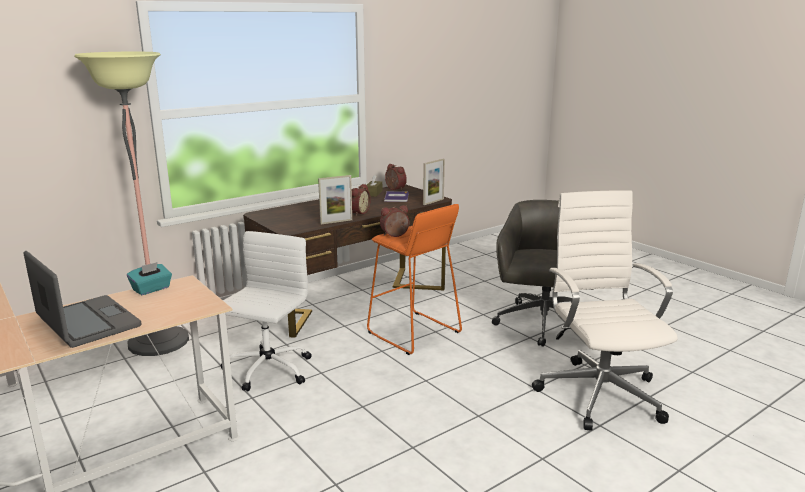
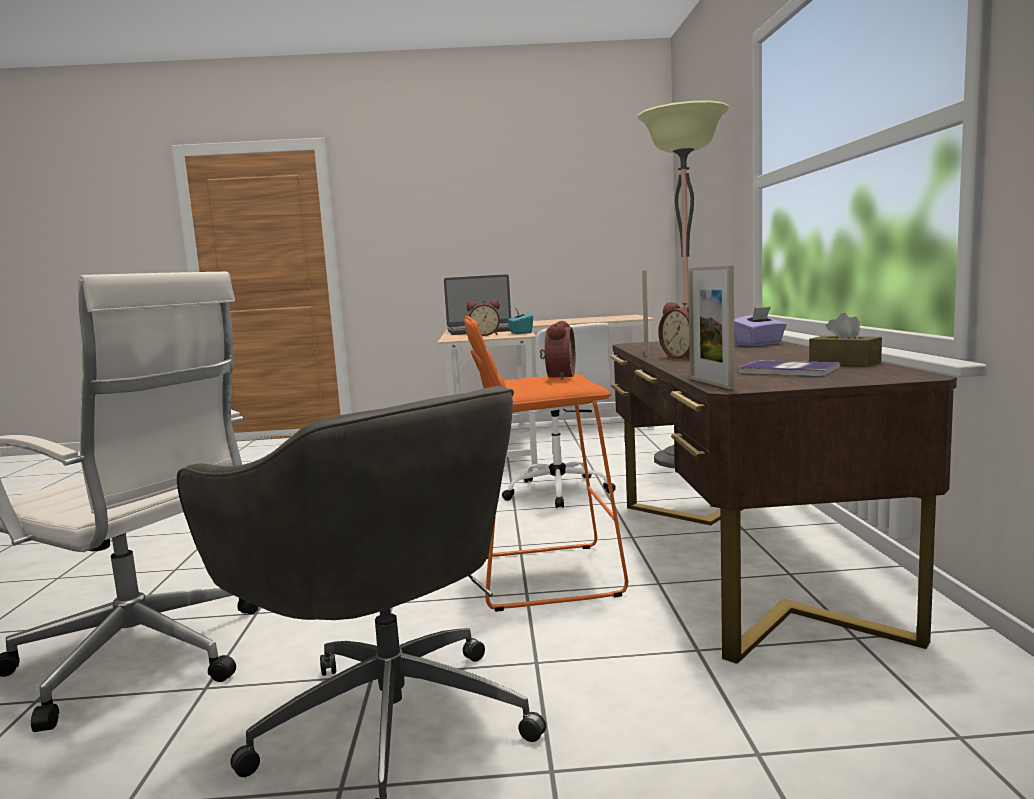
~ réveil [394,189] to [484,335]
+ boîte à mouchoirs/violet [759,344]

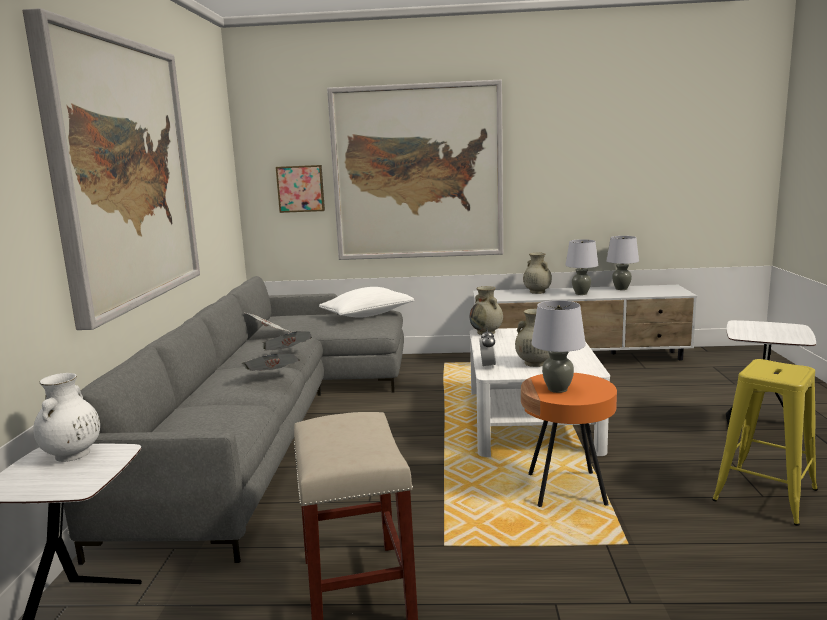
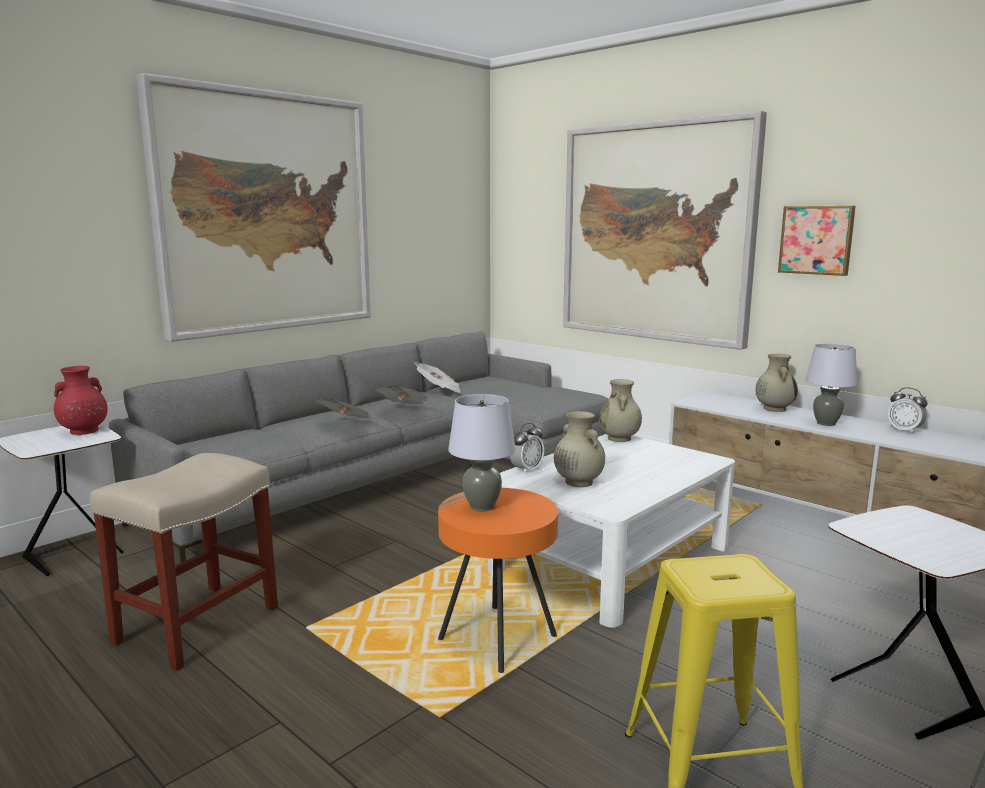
~ vase/blanc [72,455] to vase/rouge [83,431]
~ tableau [301,188] to [816,240]
~ lampe de table/gris [621,289] to réveil [904,431]
- coussin/blanc [367,315]

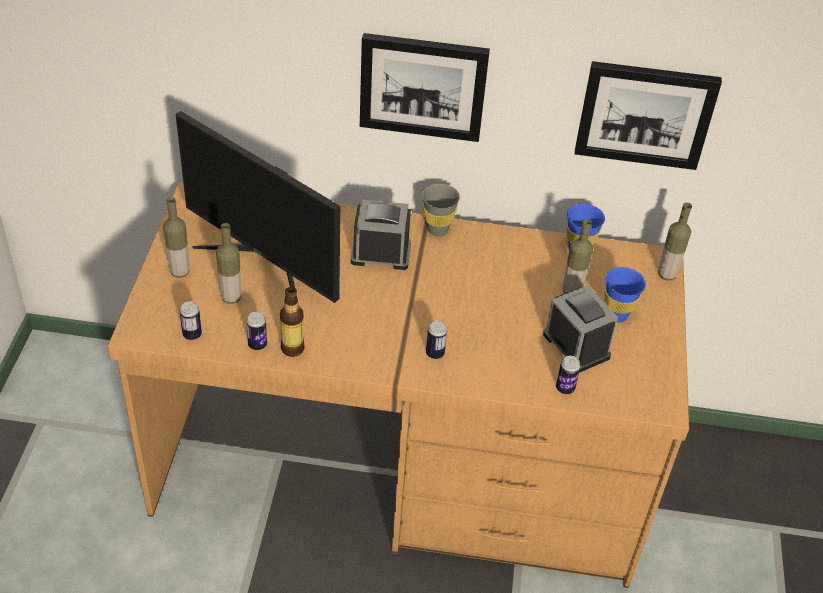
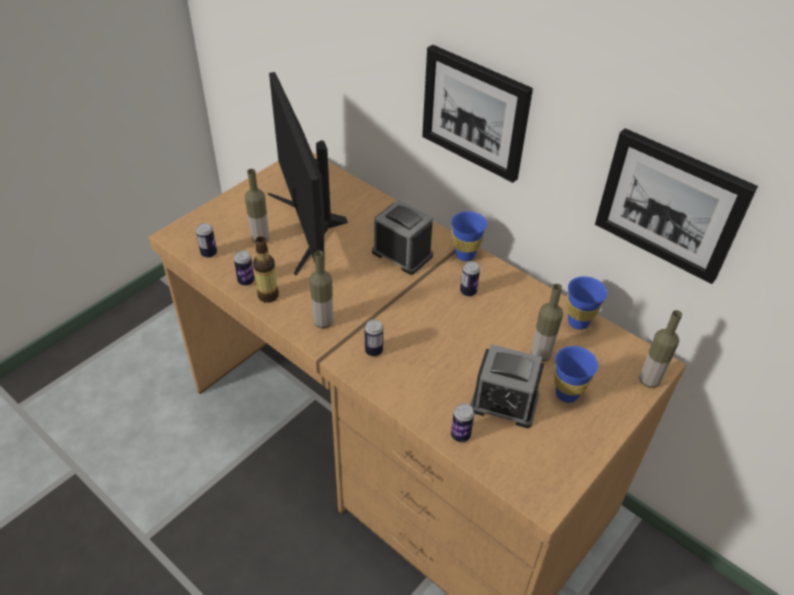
~ bouteille [180,272] to [323,322]
~ tasse/gris [437,230] to tasse/bleu [465,255]
+ boîte métallique [468,292]
~ réveil [576,345] = [504,403] 105 degrees clockwise

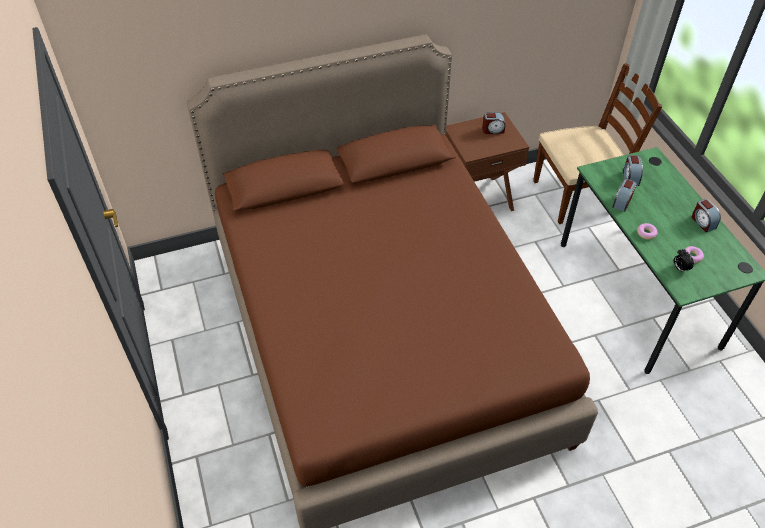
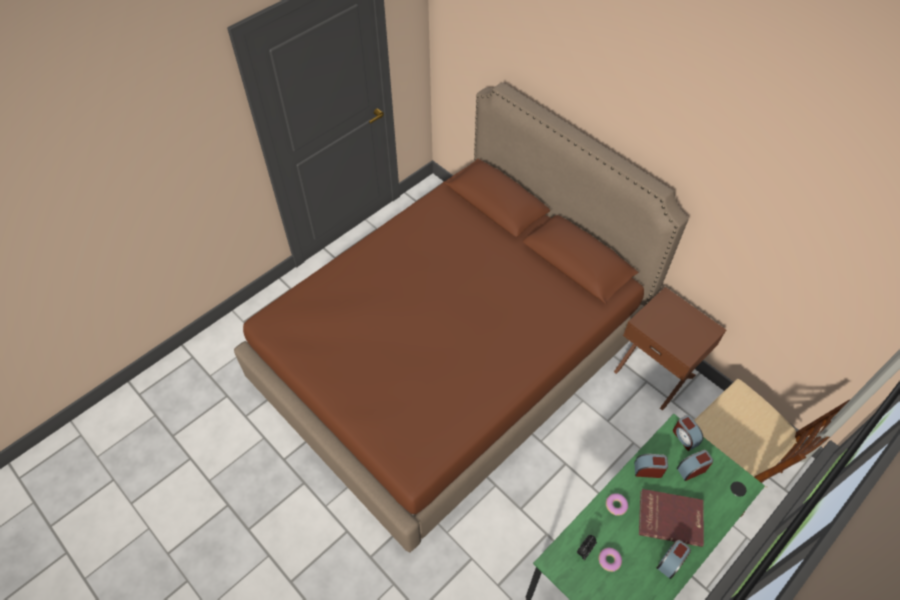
+ livre/rouge [670,517]
~ réveil [493,130] to [685,437]

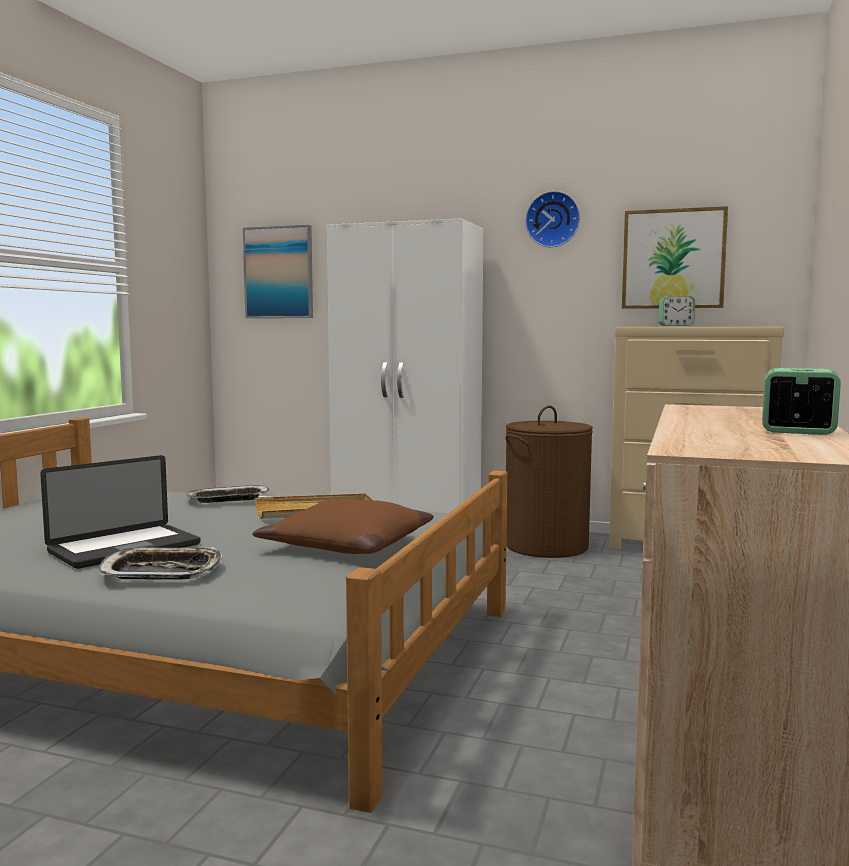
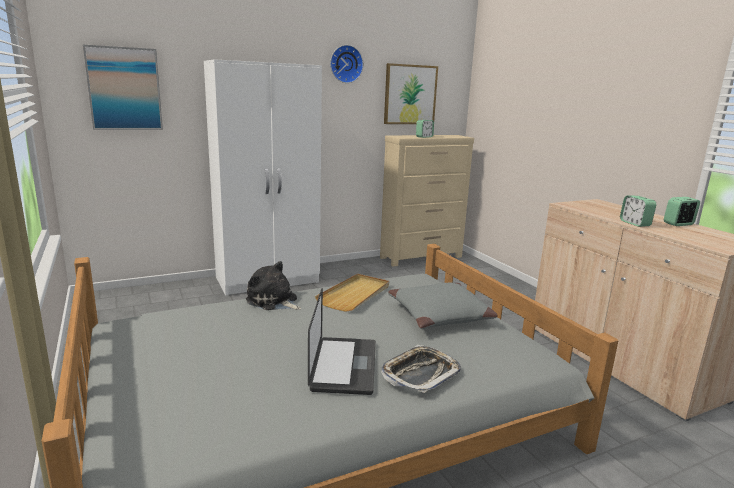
~ plateau [228,500] to peluche [273,301]
~ coussin/marron [346,545] to coussin/gris [440,315]
+ réveil [635,223]
- panier à linge/marron [546,546]

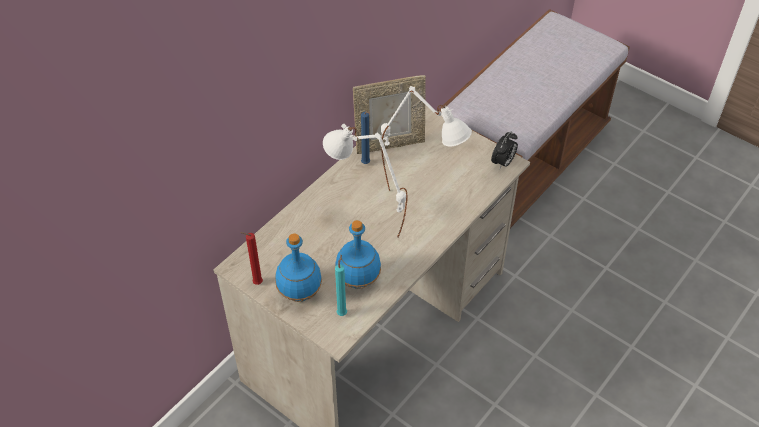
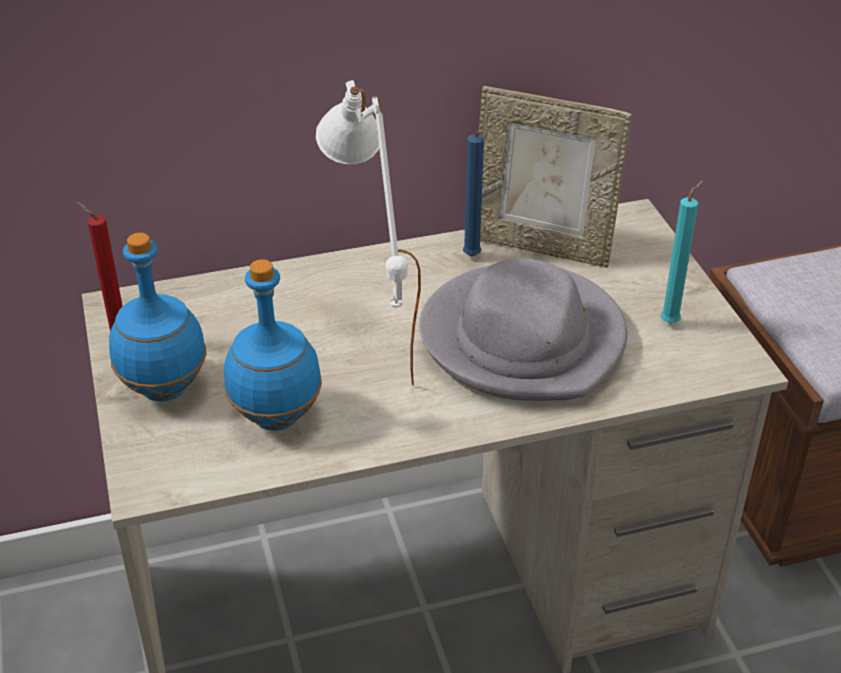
~ lampe de table/blanc [421,193] to chapeau/gris [524,339]
~ bougie/turquoise [342,312] to [672,322]
- réveil [503,163]

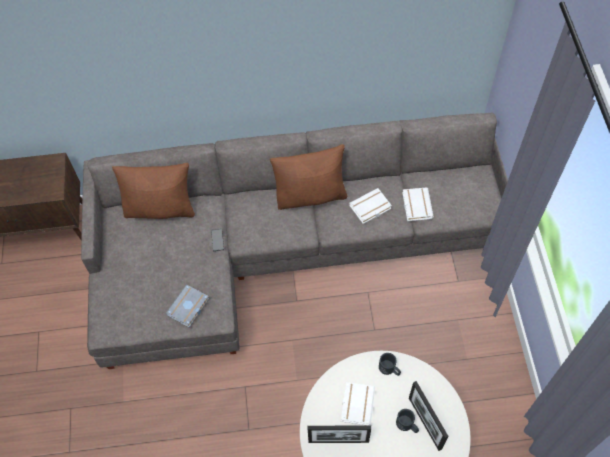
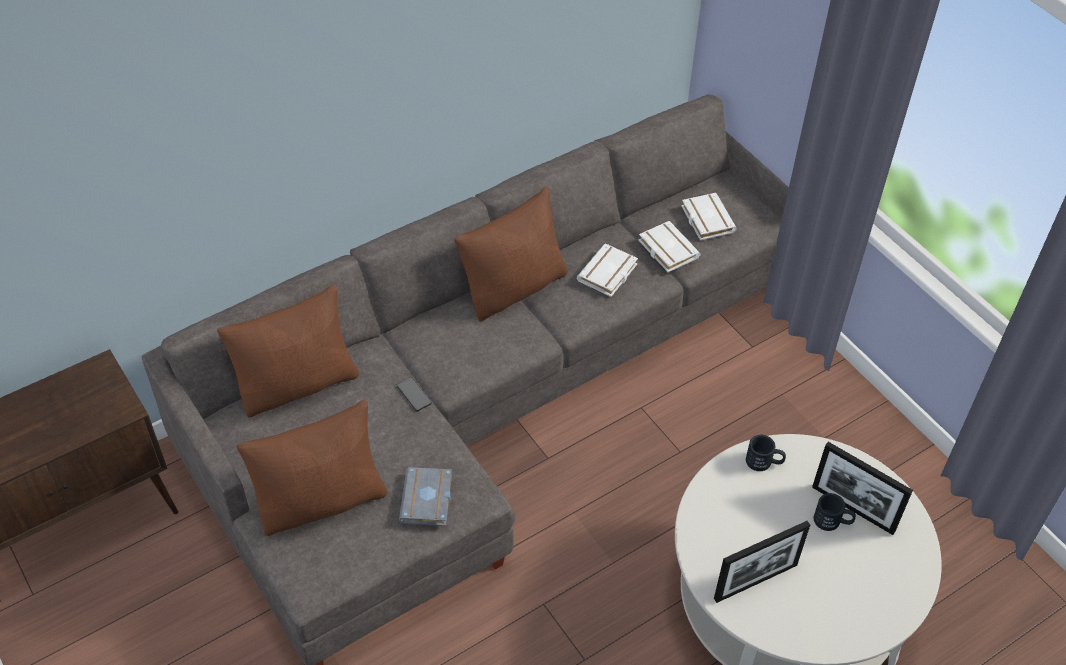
+ coussin/marron [322,500]
~ livre/blanc [356,404] to [705,219]

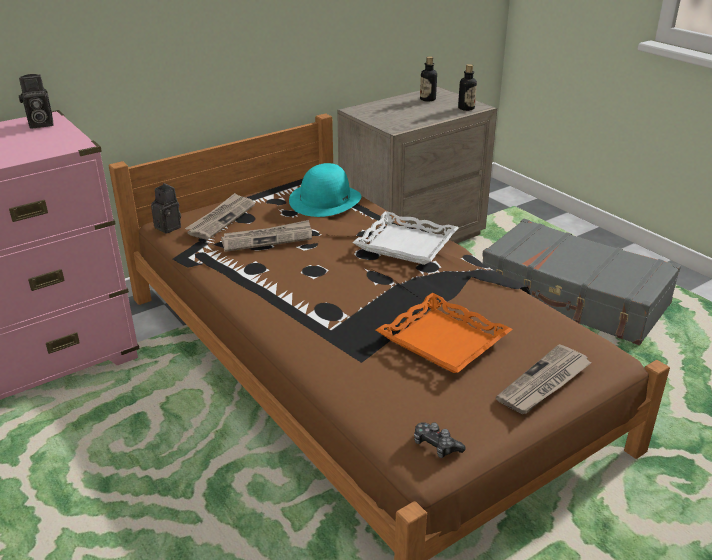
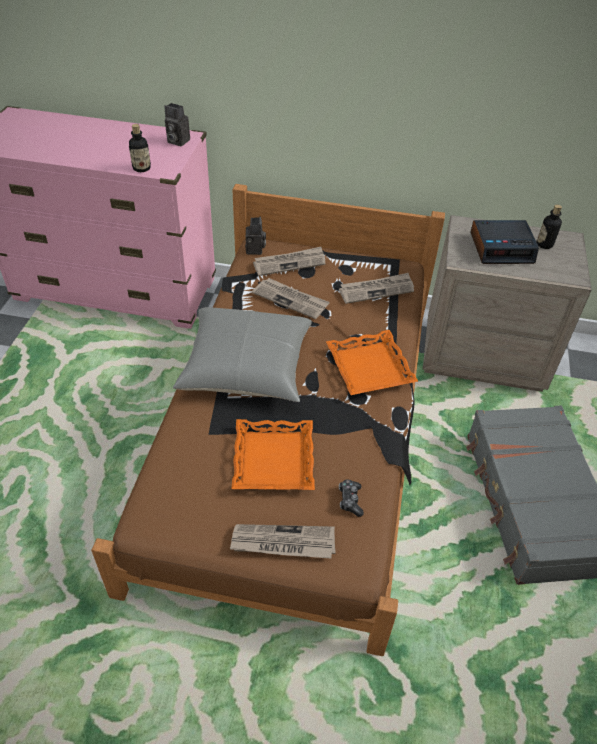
~ bouteille [466,108] to [141,168]
+ coussin/gris [246,367]
~ plateau/blanc [405,245] to plateau/orange [369,368]
~ chapeau/turquoise [325,200] to journal [376,290]
~ manette [436,445] to [350,500]
+ réveil [502,248]

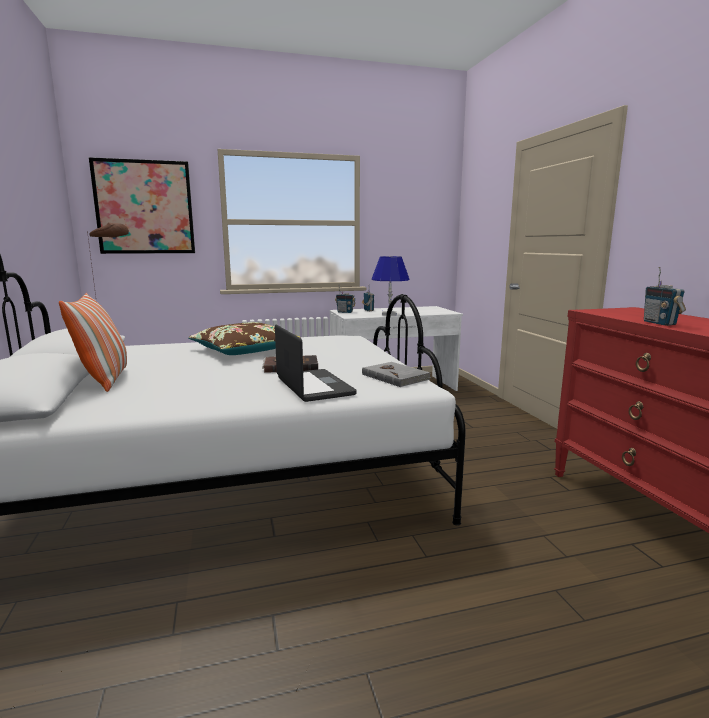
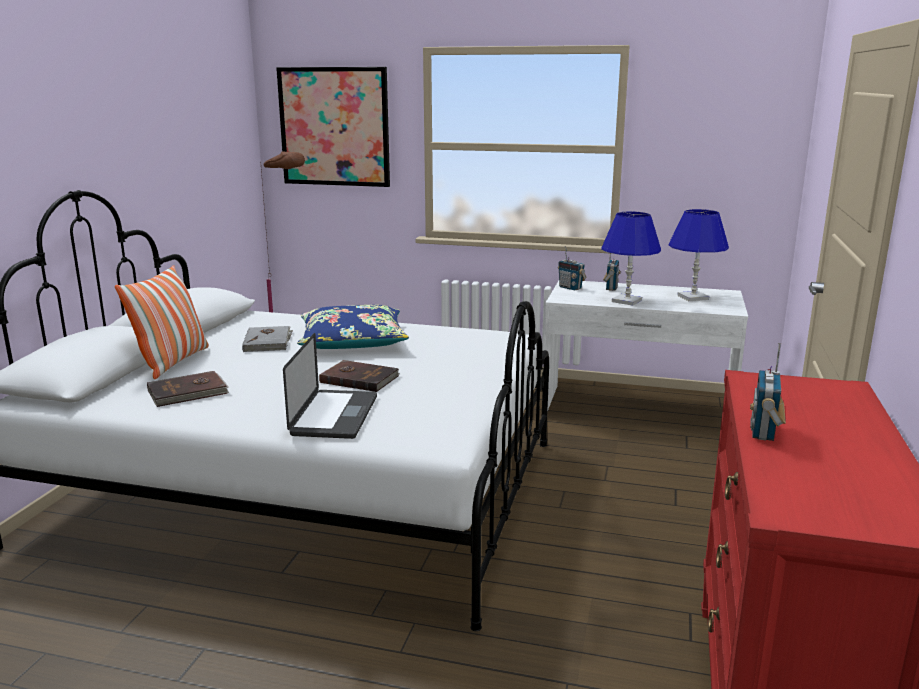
+ livre/marron [188,392]
~ livre/gris [395,376] to [268,341]
~ coussin/marron [244,350] to coussin/bleu [352,341]
+ lampe de table/bleu [693,297]

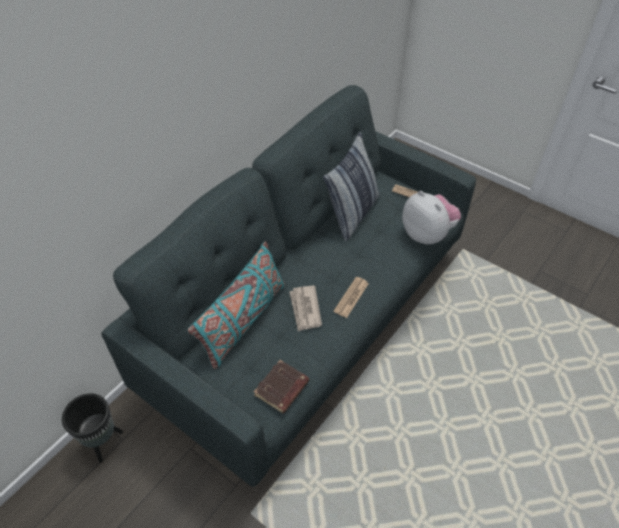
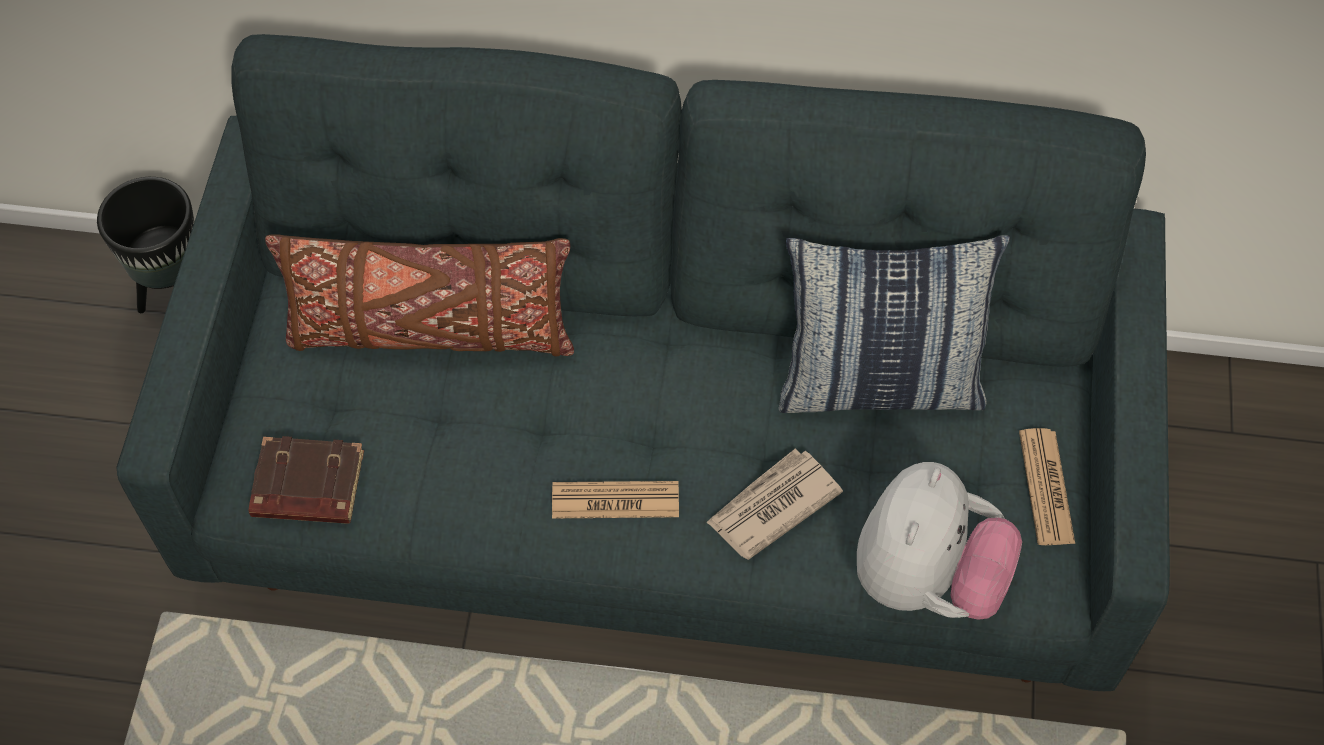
~ coussin/turquoise [243,321] to coussin/marron [430,332]
~ journal [305,309] to [771,506]

